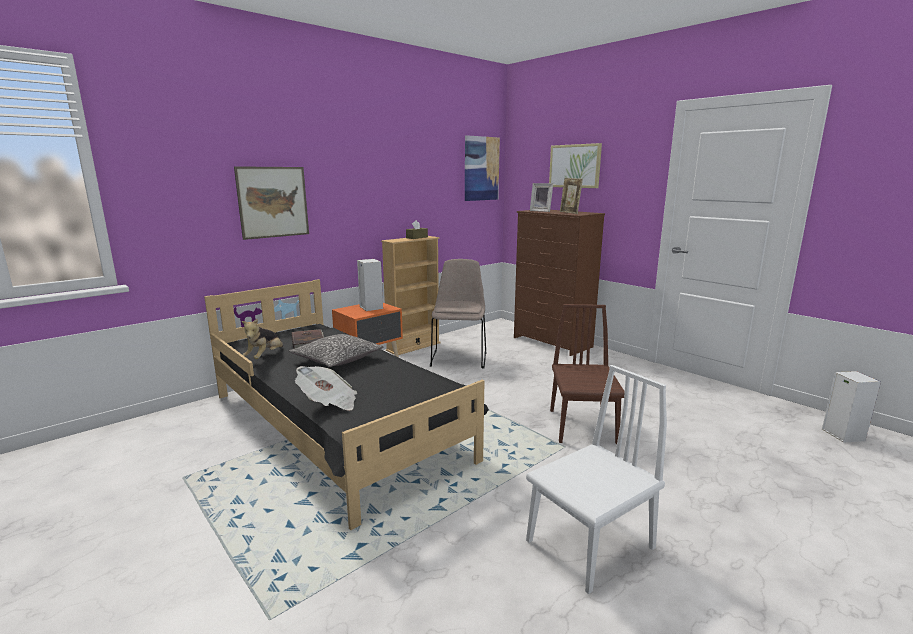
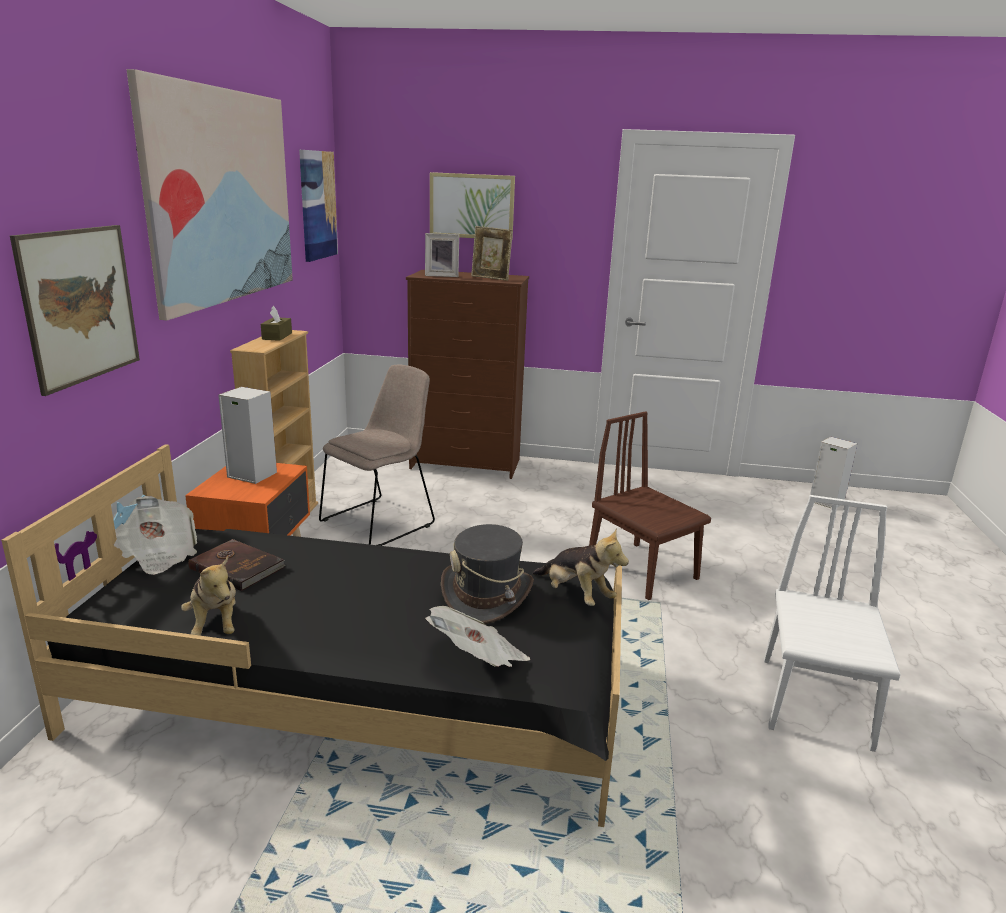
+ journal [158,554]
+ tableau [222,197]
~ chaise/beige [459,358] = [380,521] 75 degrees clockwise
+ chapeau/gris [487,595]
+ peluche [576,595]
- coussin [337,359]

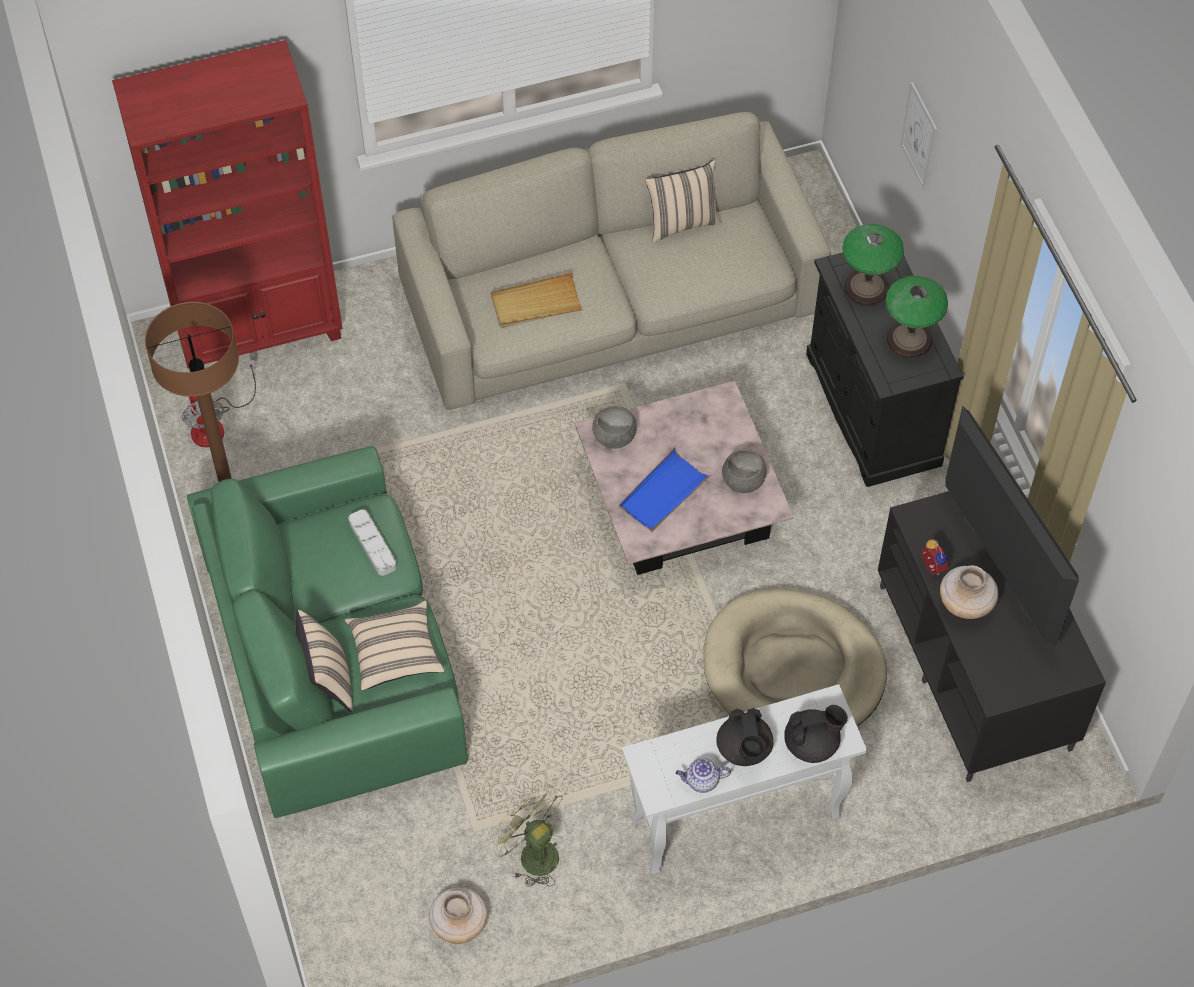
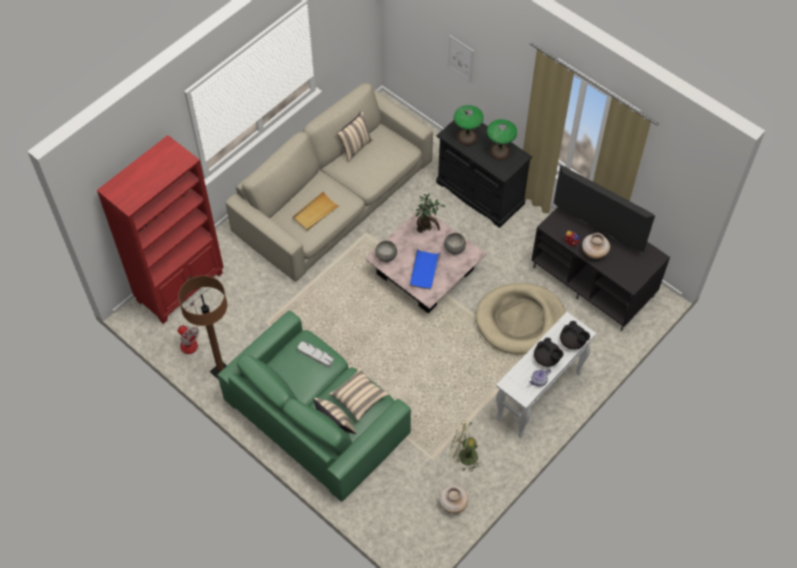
+ plante en pot [426,229]
~ théière/noir [812,744] = [573,342] 90 degrees clockwise

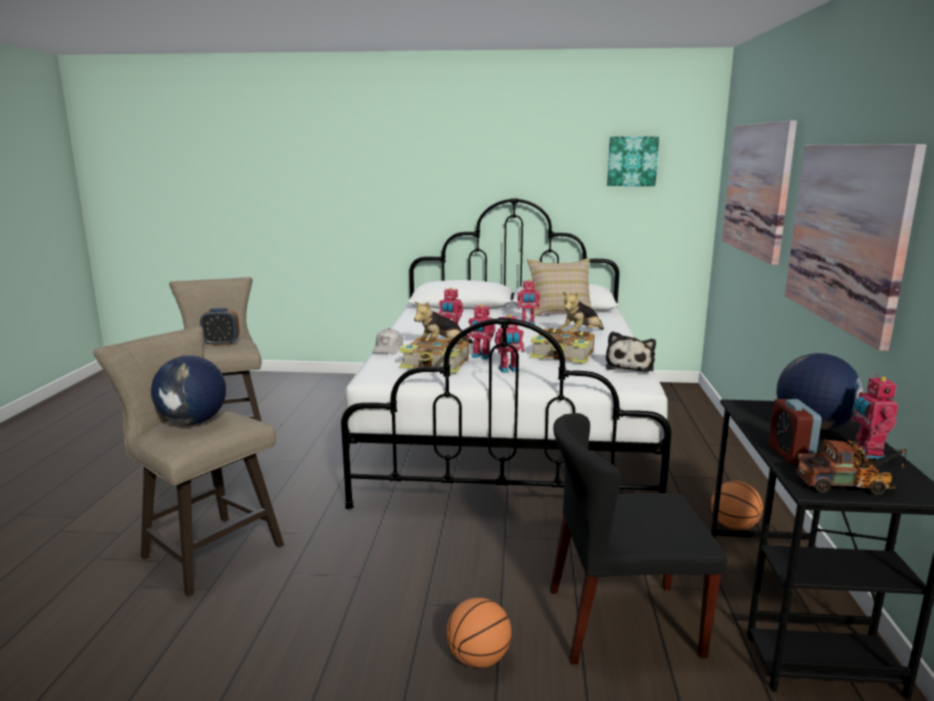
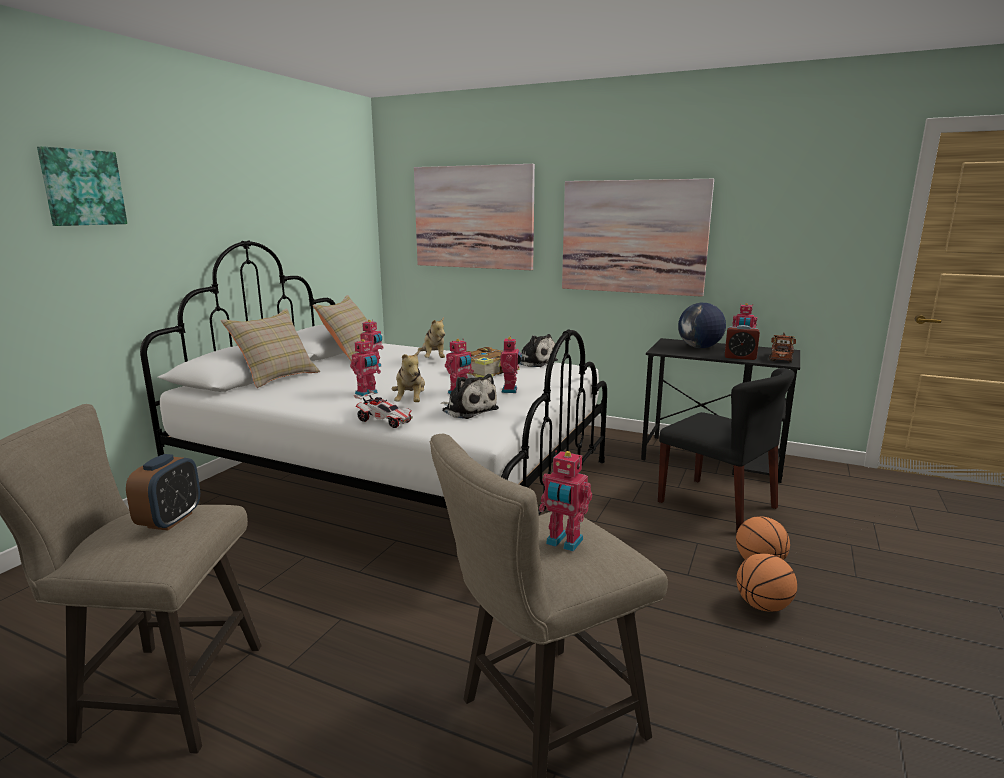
~ tableau [632,161] to [82,187]
+ coussin/beige [276,377]
~ casquette/blanc [388,349] to petite voiture [385,421]
~ livre [436,365] to peluche [468,410]
~ globe [193,422] to robot jouet [563,543]
~ chaise/noir [622,622] = [718,505] 60 degrees counterclockwise
~ ballon de basket [734,526] to [762,606]

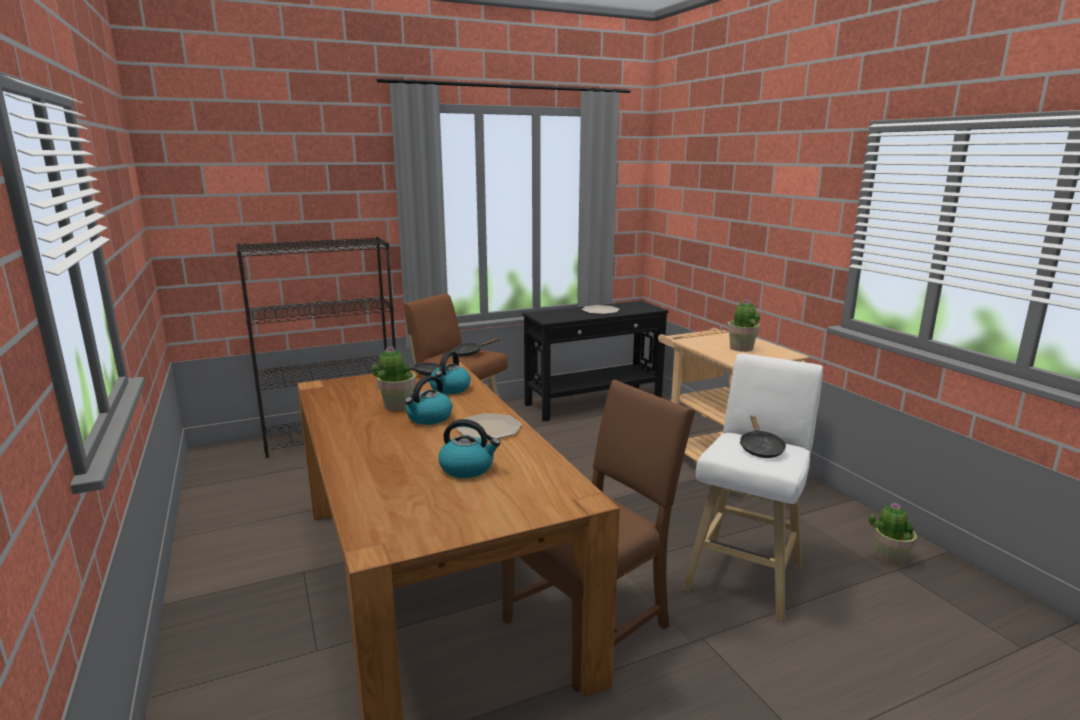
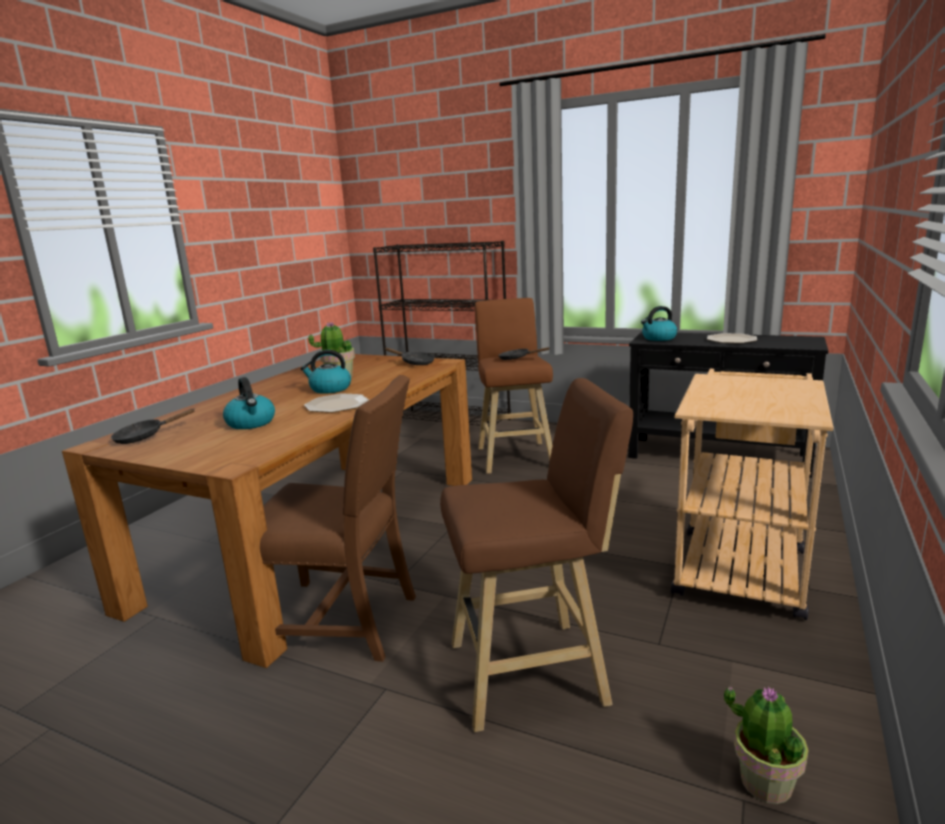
~ poêle/noir [760,448] to [144,437]
~ tabouret/blanc [745,574] to tabouret/marron [534,672]
~ bouilloire [450,389] to [658,338]
- plante en pot [741,348]

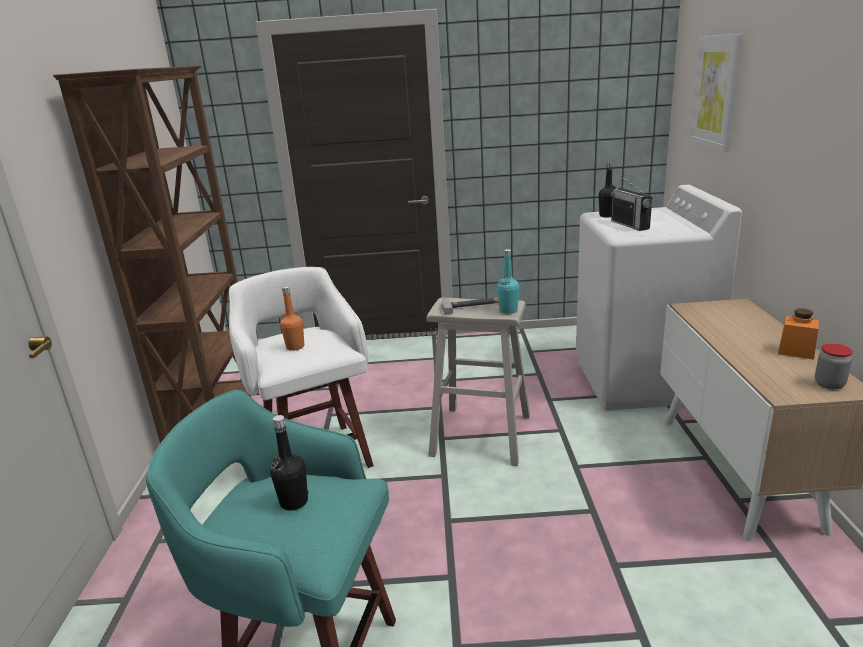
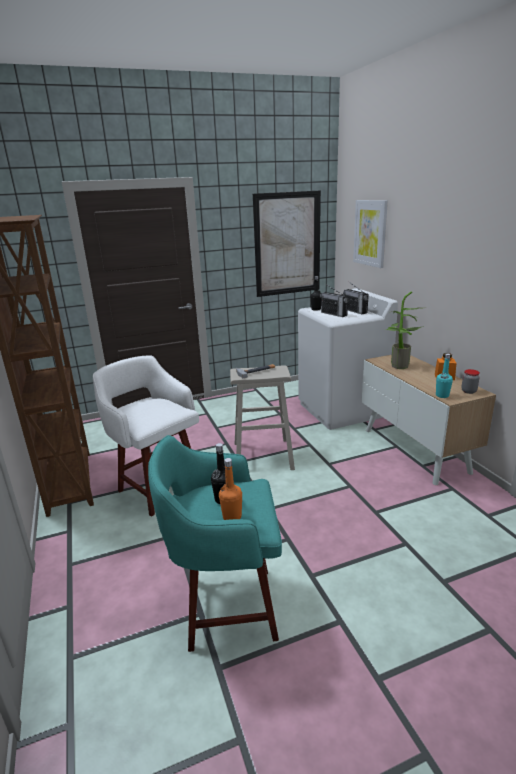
~ bouteille/orange [295,347] to [232,516]
+ tableau [287,244]
+ radio [355,311]
+ plante en pot [399,367]
~ bouteille/turquoise [508,310] to [442,395]

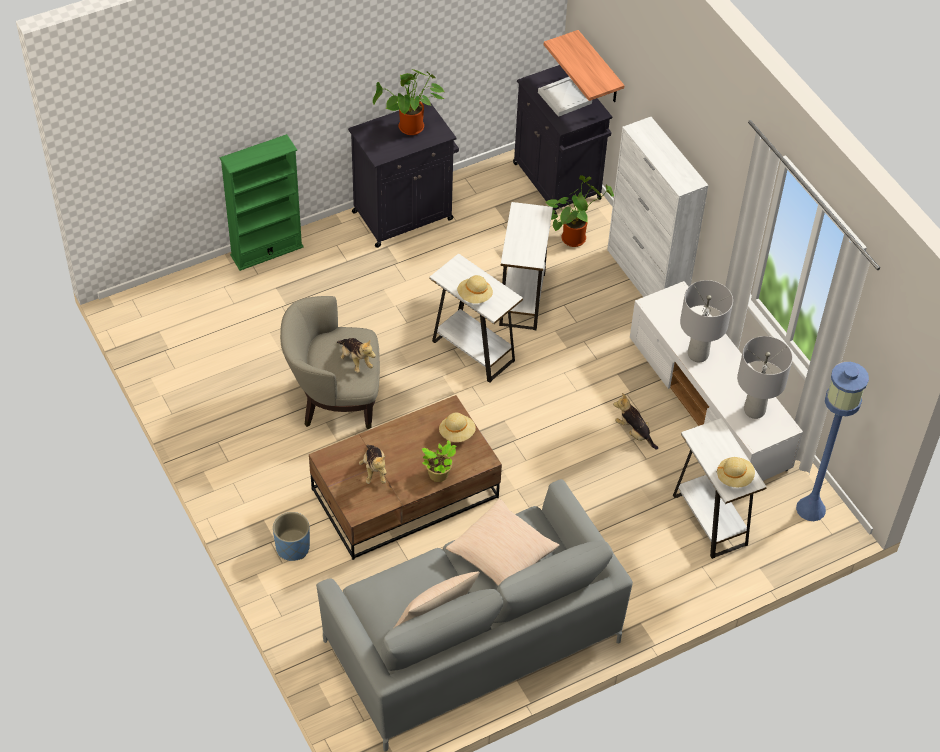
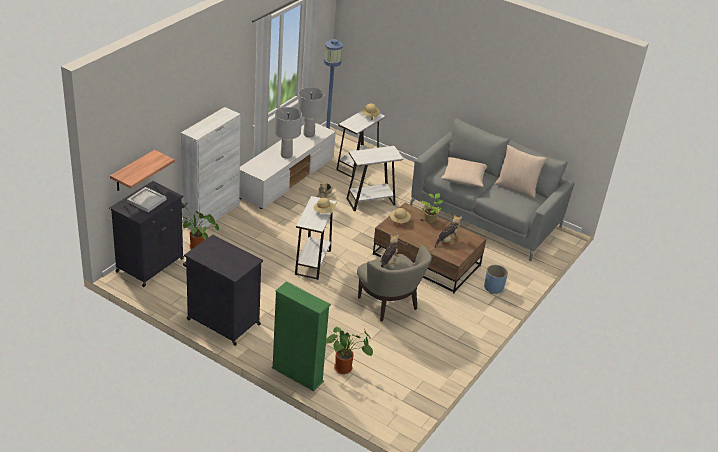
~ plante en pot [410,130] to [345,368]
~ table d'appoint/blanc [522,299] to [370,202]

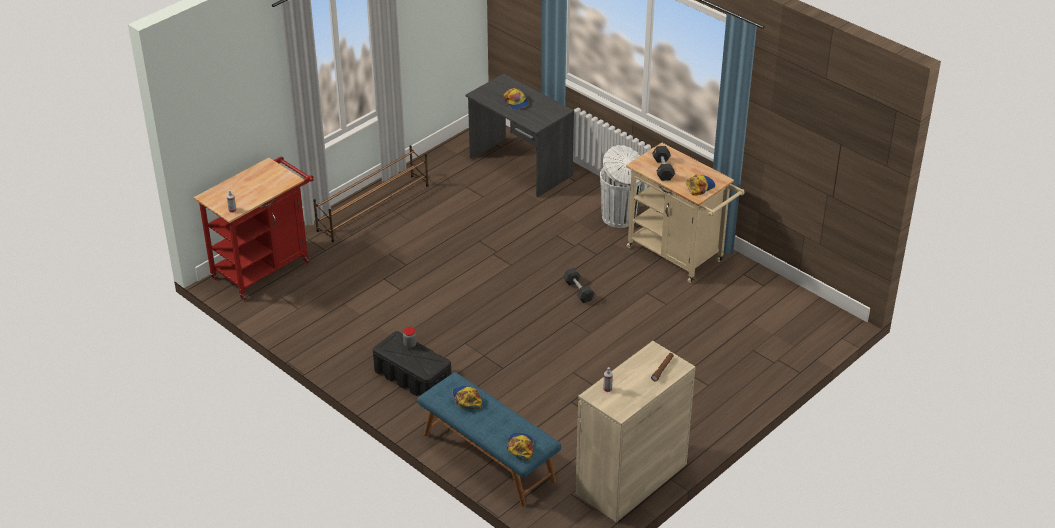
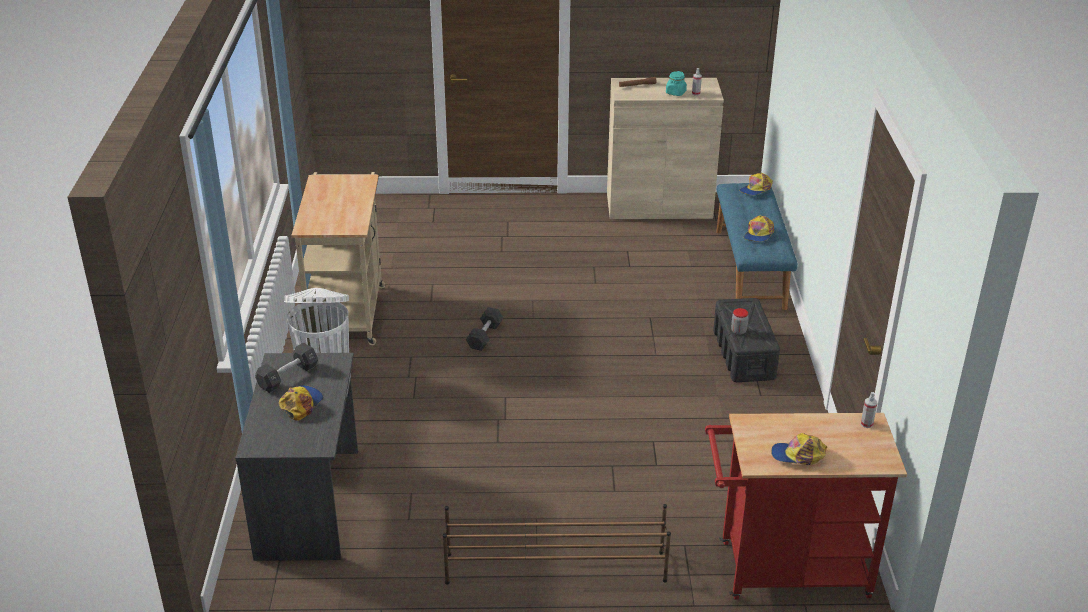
~ haltère/noir [663,169] to [288,376]
+ bocal/turquoise [675,93]
~ casquette [699,186] to [798,456]

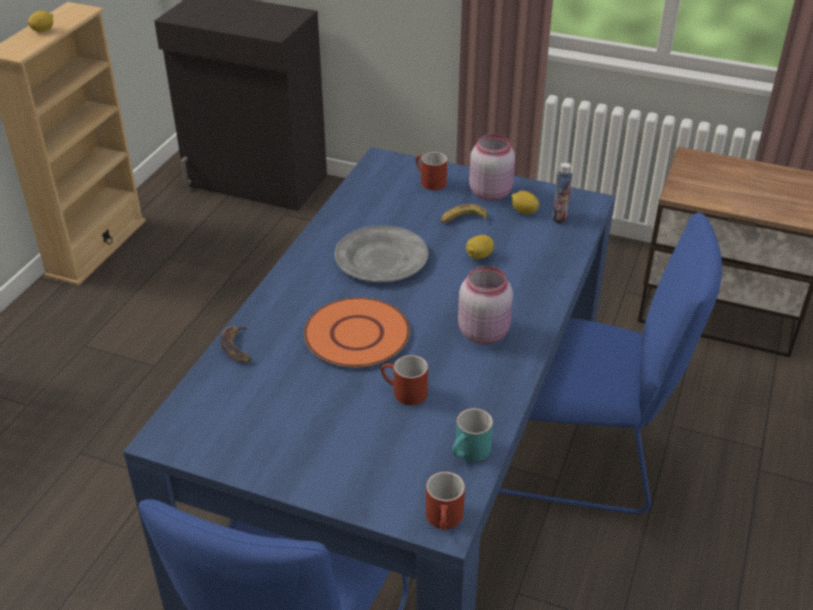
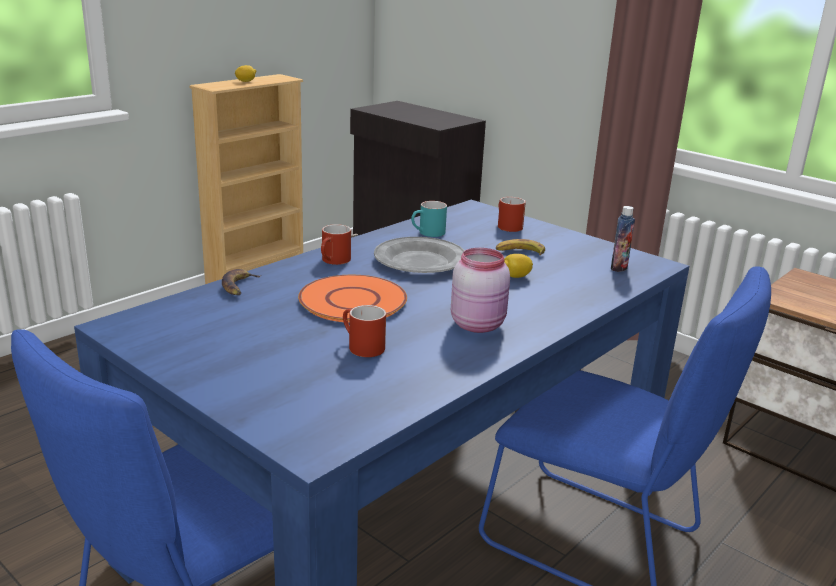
~ mug/rouge [445,520] to [334,261]
~ mug/turquoise [469,453] to [428,233]
- bocal/rose [491,192]
- citron [524,211]

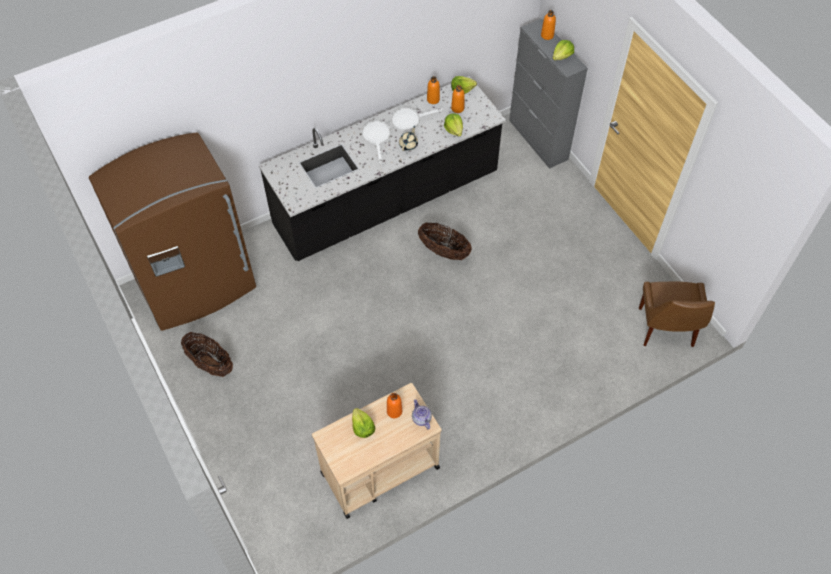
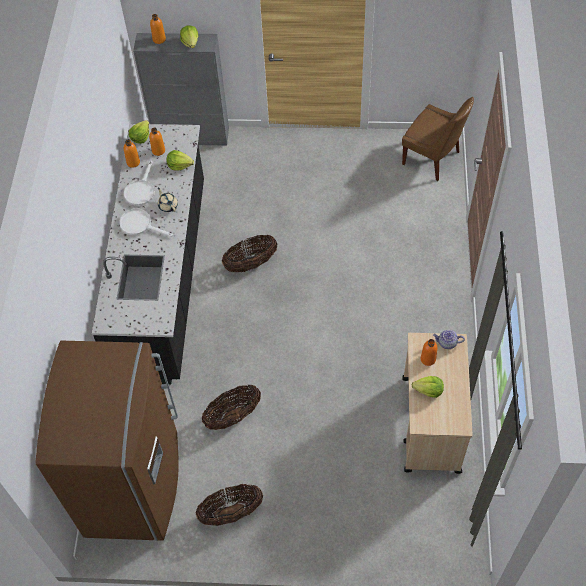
+ panier [233,416]

